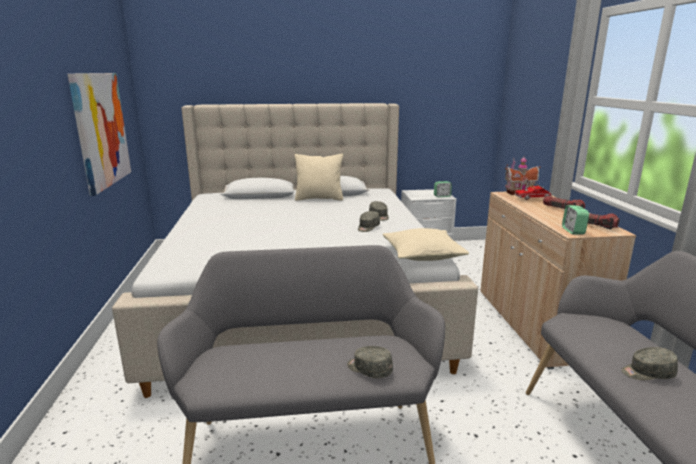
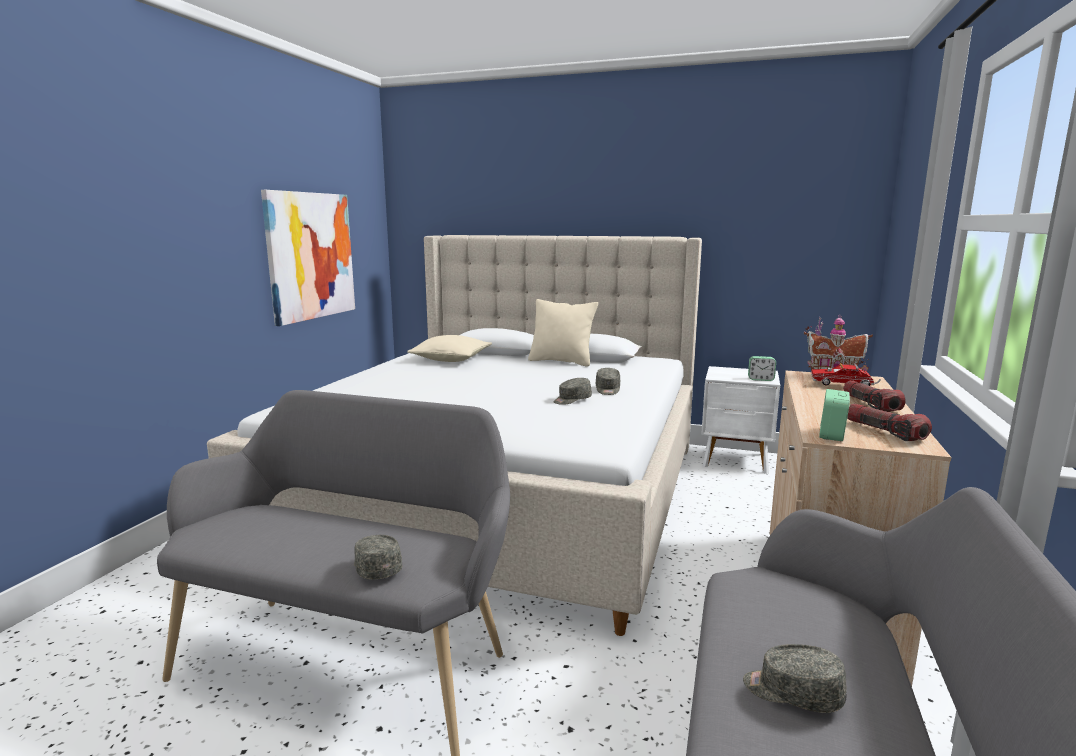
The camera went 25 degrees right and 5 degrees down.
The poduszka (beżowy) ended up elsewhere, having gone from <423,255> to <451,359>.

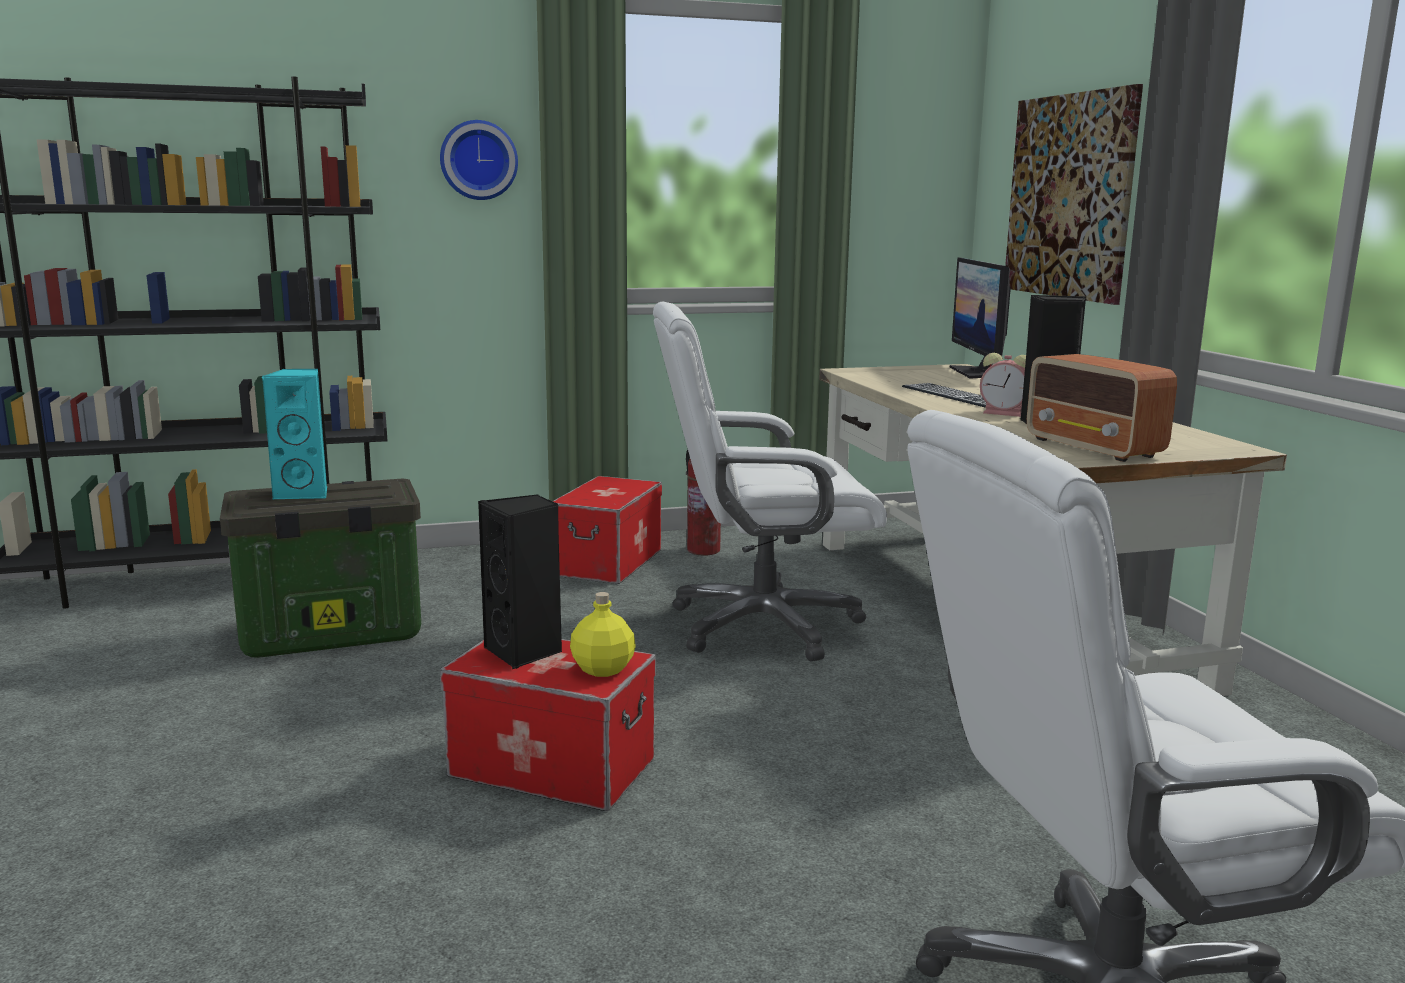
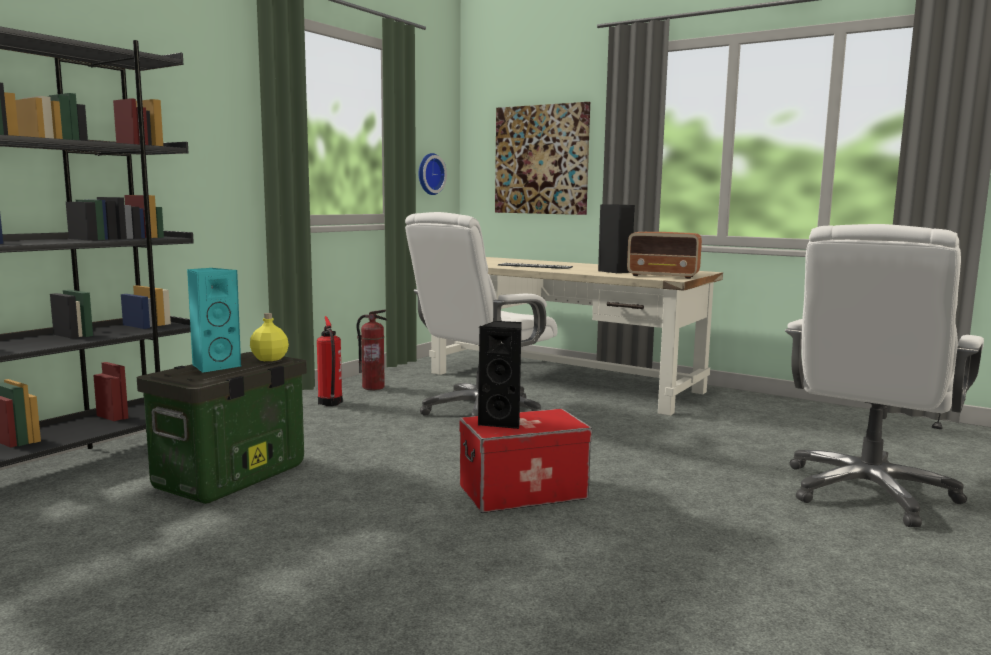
The camera went 40 degrees left and 5 degrees down.
The zegar ścienny ended up elsewhere, having gone from <478,160> to <429,174>.
Where the pojemnik do przechowywania stood at <608,562>, the gaśnica came to stand at <330,403>.
The butelka (żółty) ended up elsewhere, having gone from <604,669> to <270,359>.
The second view lost the monitor at <977,372>.
The second view lost the budzik at <1005,413>.

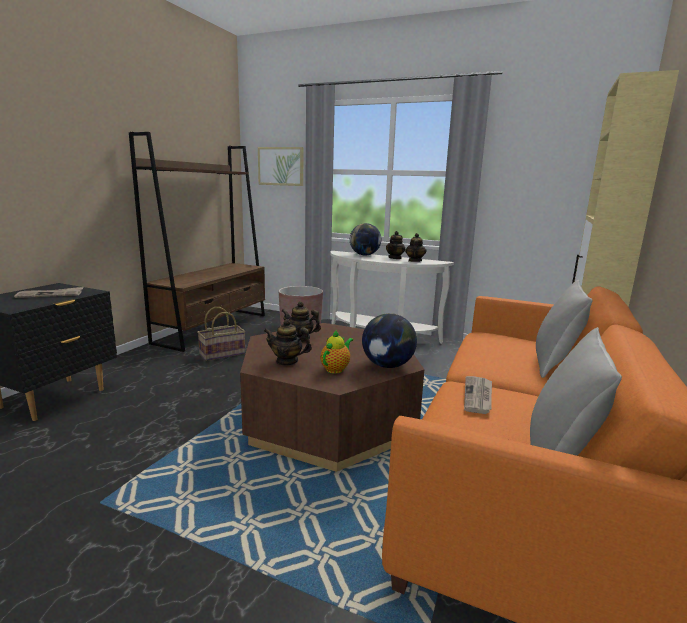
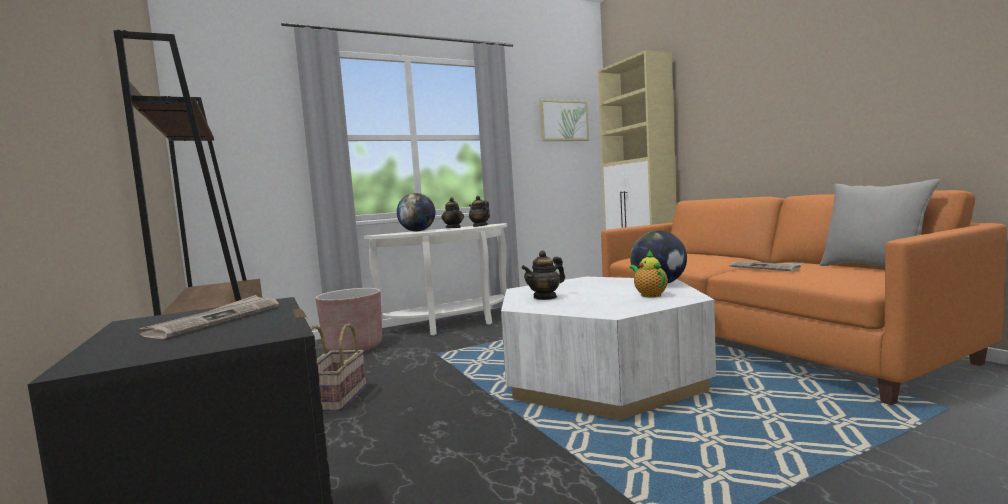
The camera went 50 degrees left and 10 degrees down.
What was the ława (brązowy) at <328,419> turned into the ława (biały) at <602,376>.
The obraz ended up elsewhere, having gone from <281,166> to <563,121>.
The second view lost the imbryk at <287,361>.
The second view lost the poduszka (szary) at <554,364>.

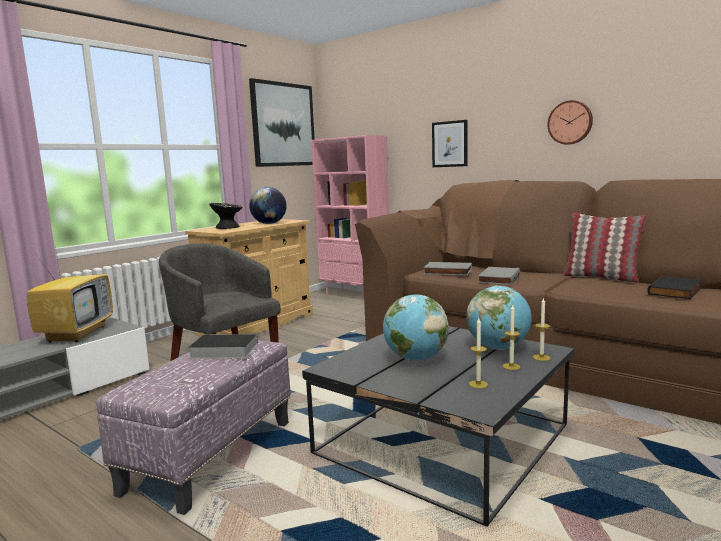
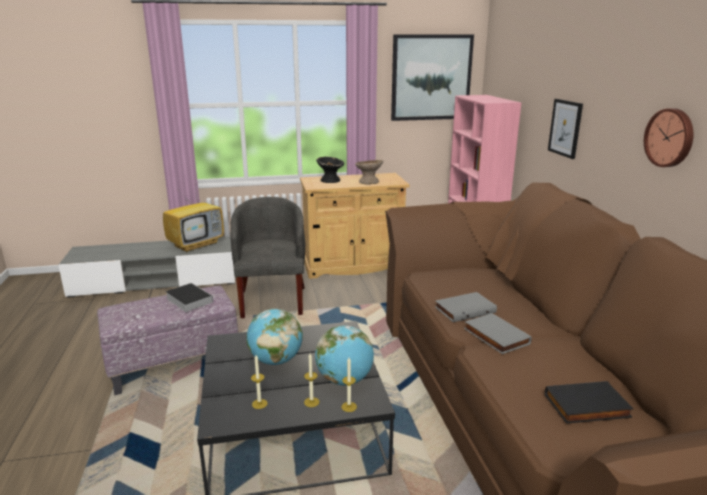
The camera went 40 degrees right and 10 degrees up.
Where the globus stood at <269,223>, the miska (beżowy) came to stand at <369,182>.
The książka (szary) ended up elsewhere, having gone from <447,272> to <495,336>.
The second view lost the poduszka at <601,277>.

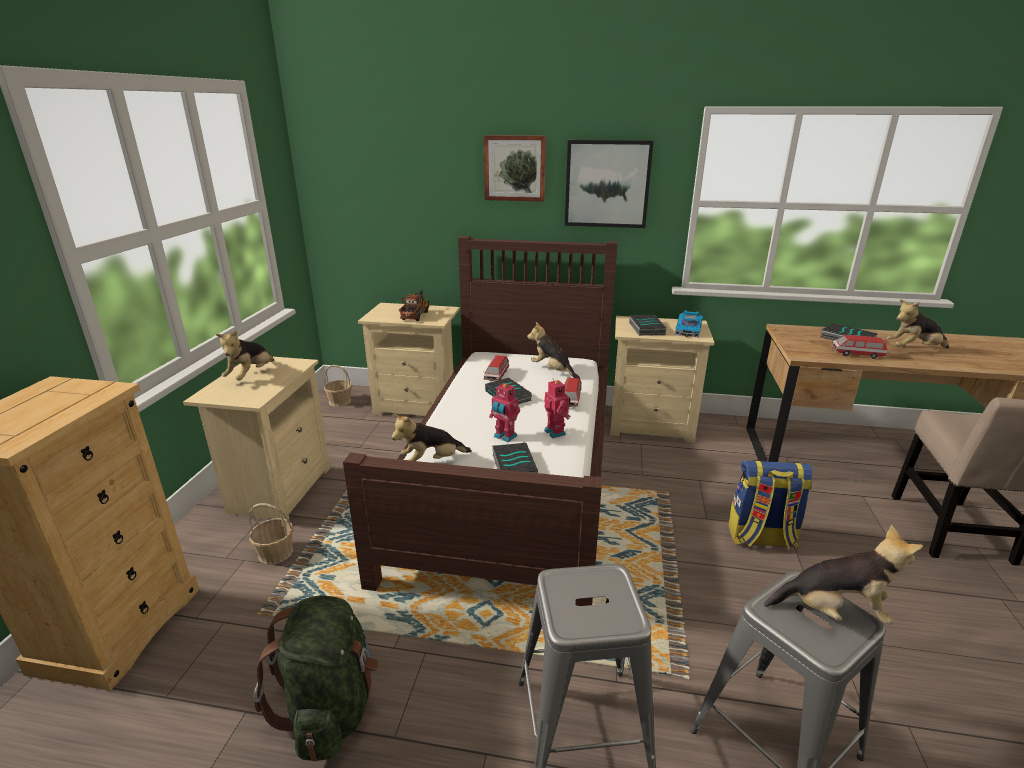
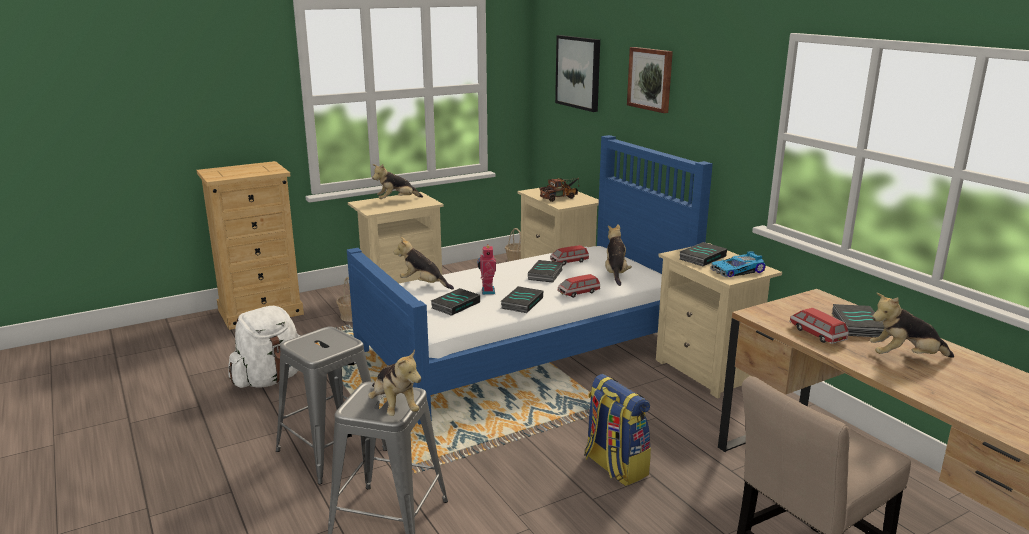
The camera went 50 degrees right and 5 degrees down.
What was the plecak (zielony) at <331,708> turned into the plecak (biały) at <270,379>.
What was the łóżko (brązowy) at <511,477> turned into the łóżko (niebieski) at <528,346>.
Where the robot zabawkowy stood at <556,432>, the książka came to stand at <521,303>.
The obraz ended up elsewhere, having gone from <607,184> to <578,72>.
The pluszak at <914,349> ended up facing another way, 45 degrees counterclockwise from before.

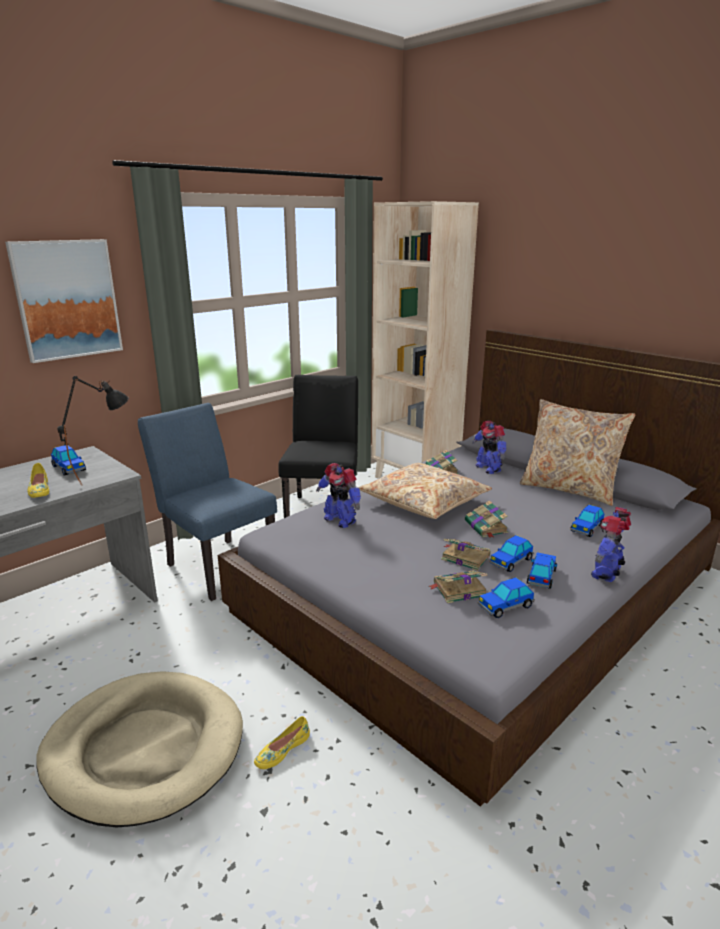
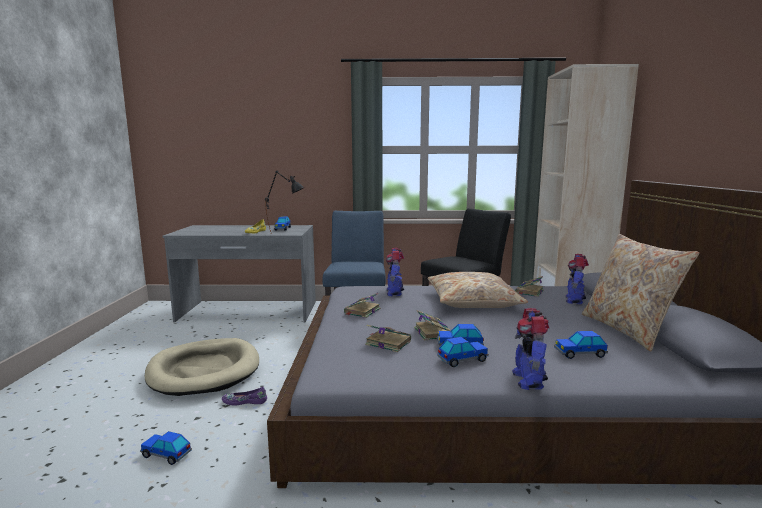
The camera went 45 degrees right and 10 degrees down.
The second view lost the obraz at <67,299>.
What was the but (żółty) at <282,750> turned into the but (fioletowy) at <245,401>.
The książka ended up elsewhere, having gone from <486,527> to <362,311>.
The samochodzik ended up elsewhere, having gone from <505,606> to <166,454>.
The robot zabawkowy at <607,572> ended up facing another way, 75 degrees counterclockwise from before.

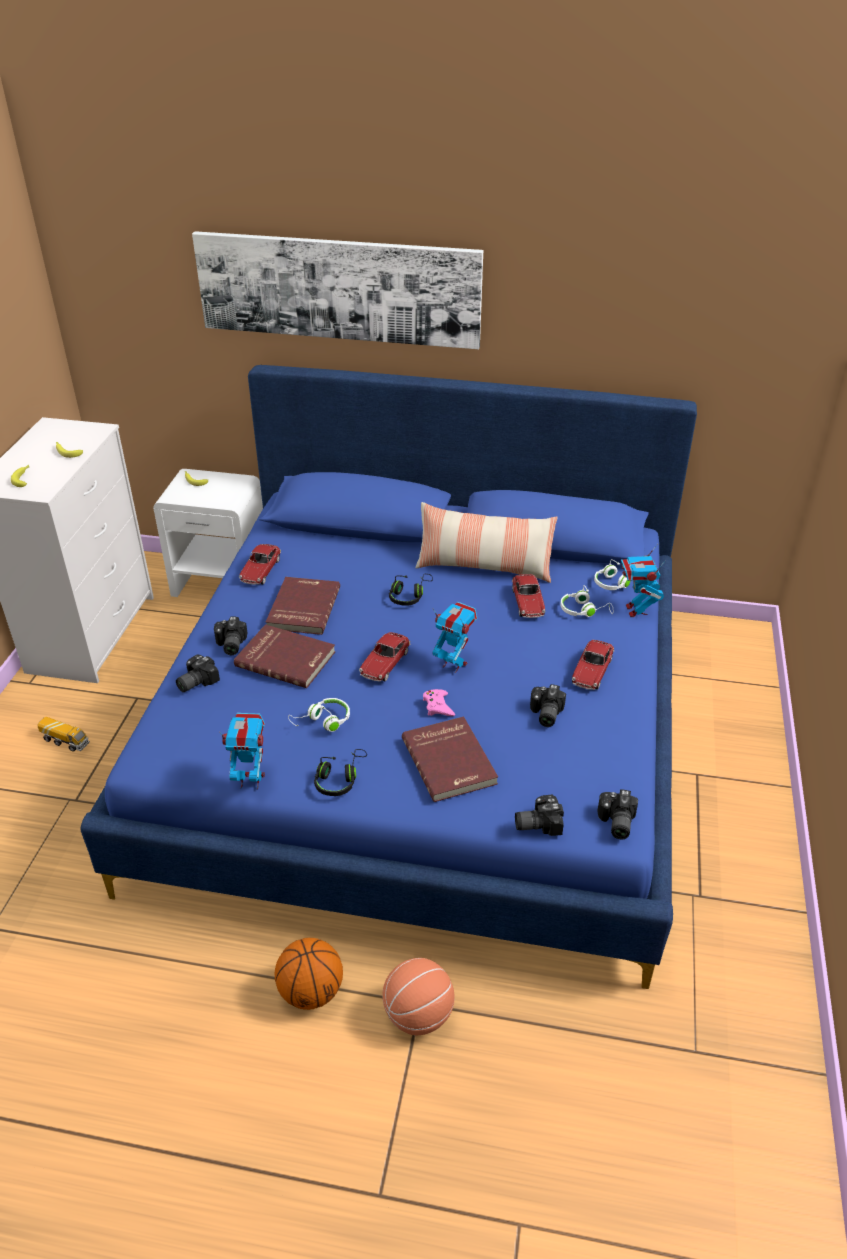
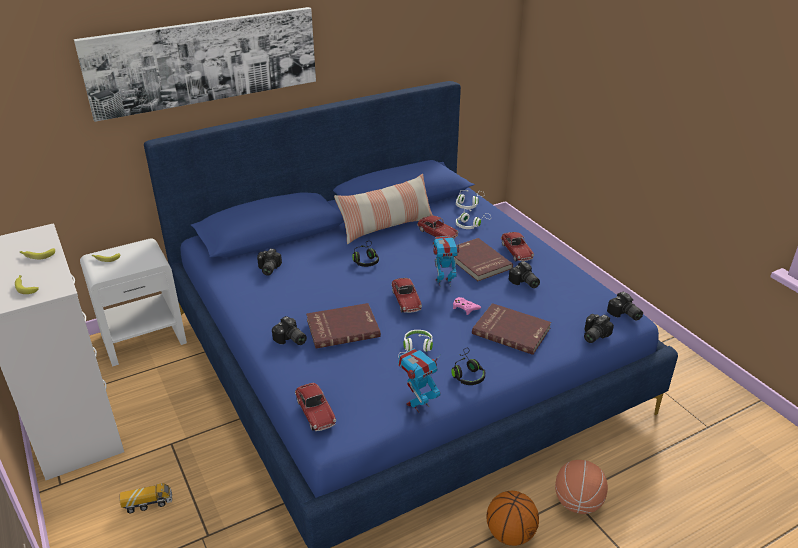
The camera went 40 degrees left and 5 degrees down.
The aparat fotograficzny ended up elsewhere, having gone from <195,681> to <267,269>.
The samochodzik ended up elsewhere, having gone from <261,570> to <315,412>.
The książka (czerwony) ended up elsewhere, having gone from <302,608> to <477,262>.
The second view lost the robot zabawkowy at <636,610>.

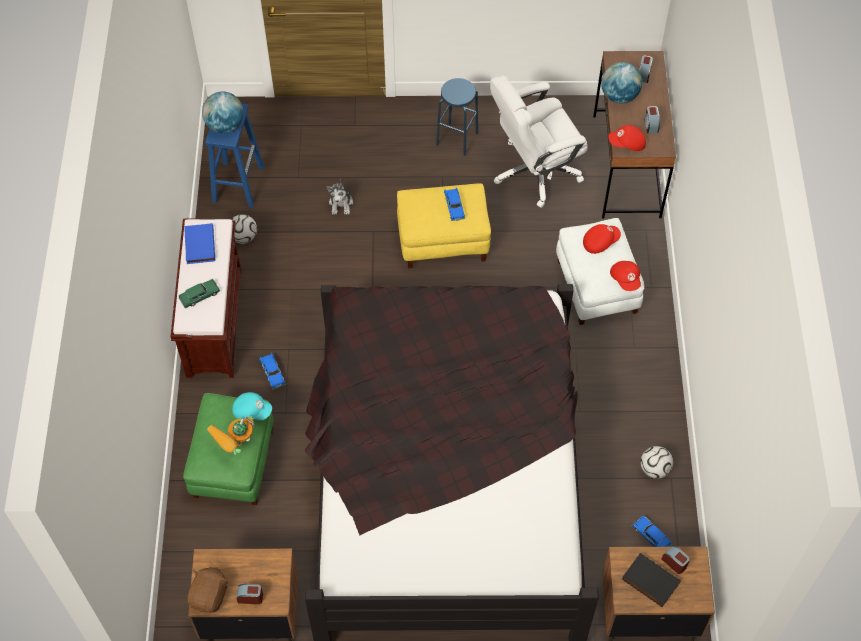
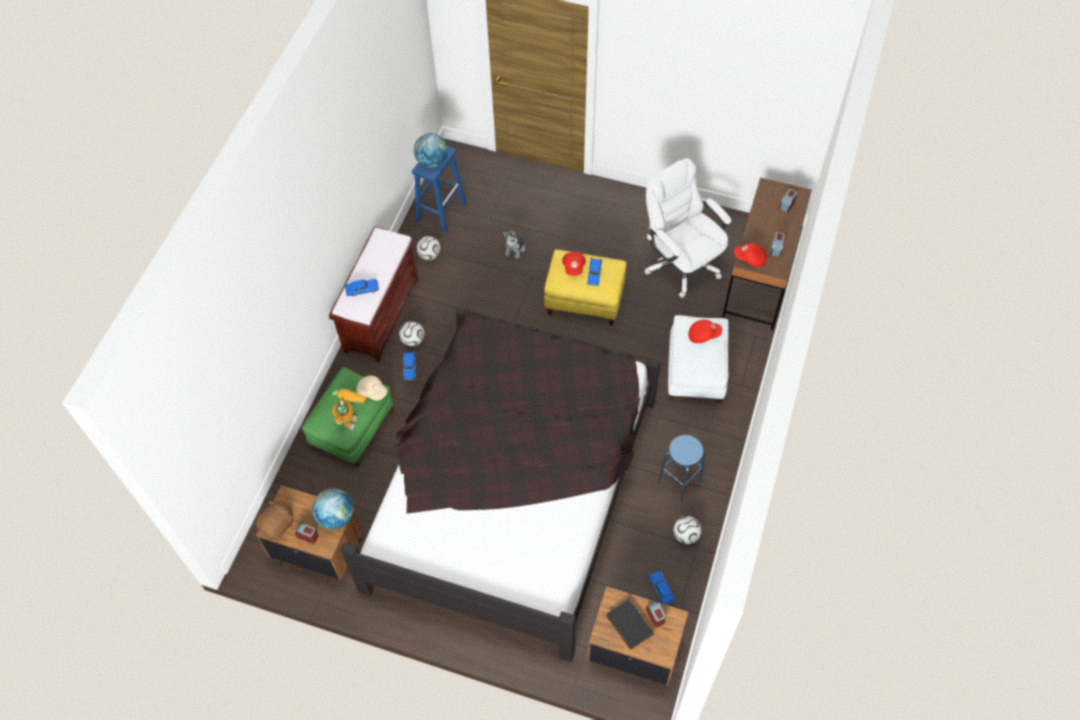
The camera went 20 degrees right and 0 degrees up.
What was the samochodzik (zielony) at <200,296> turned into the samochodzik (niebieski) at <362,290>.
The second view lost the książka (niebieski) at <199,245>.
The robot zabawkowy at <237,447> ended up facing another way, 135 degrees clockwise from before.
What was the czapka z daszkiem (turkusowy) at <252,410> turned into the czapka z daszkiem (beżowy) at <372,391>.
The stołek (niebieski) ended up elsewhere, having gone from <457,139> to <679,482>.
The krzesło biurowe (biały) at <535,171> ended up facing another way, 60 degrees clockwise from before.
The globus ended up elsewhere, having gone from <619,96> to <336,517>.
The czapka z daszkiem (czerwony) ended up elsewhere, having gone from <625,279> to <574,267>.
The second view gained the piłka futbolowa at <413,340>.

